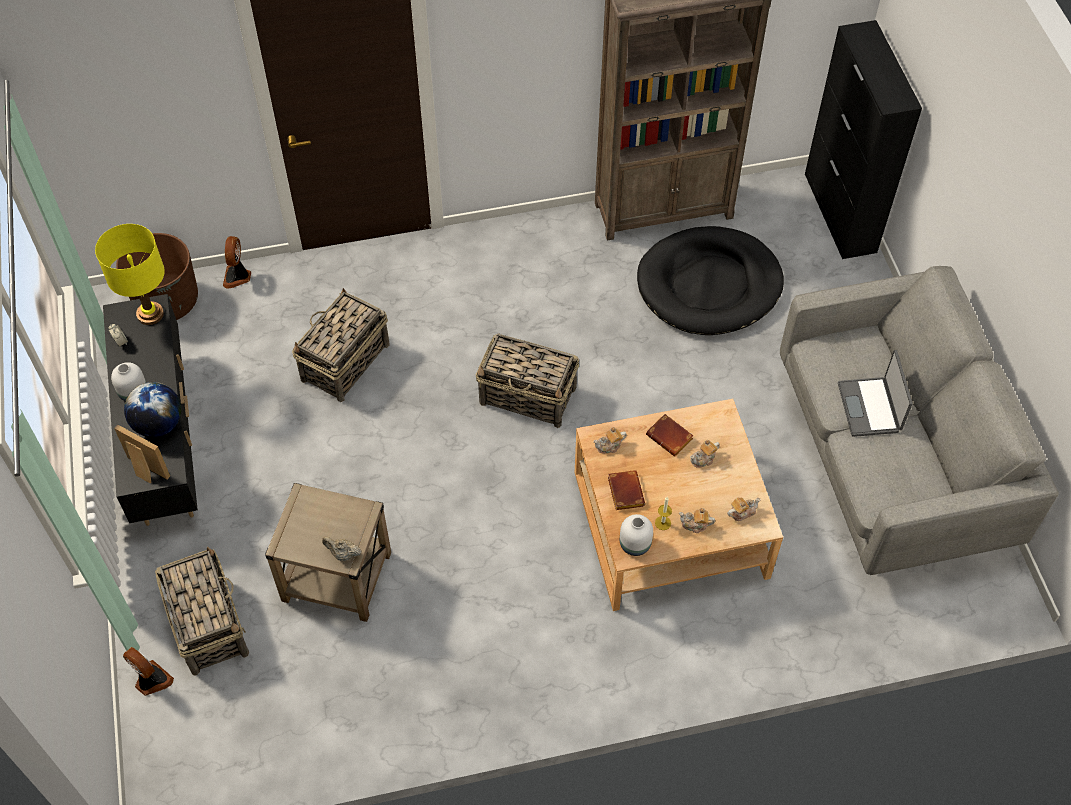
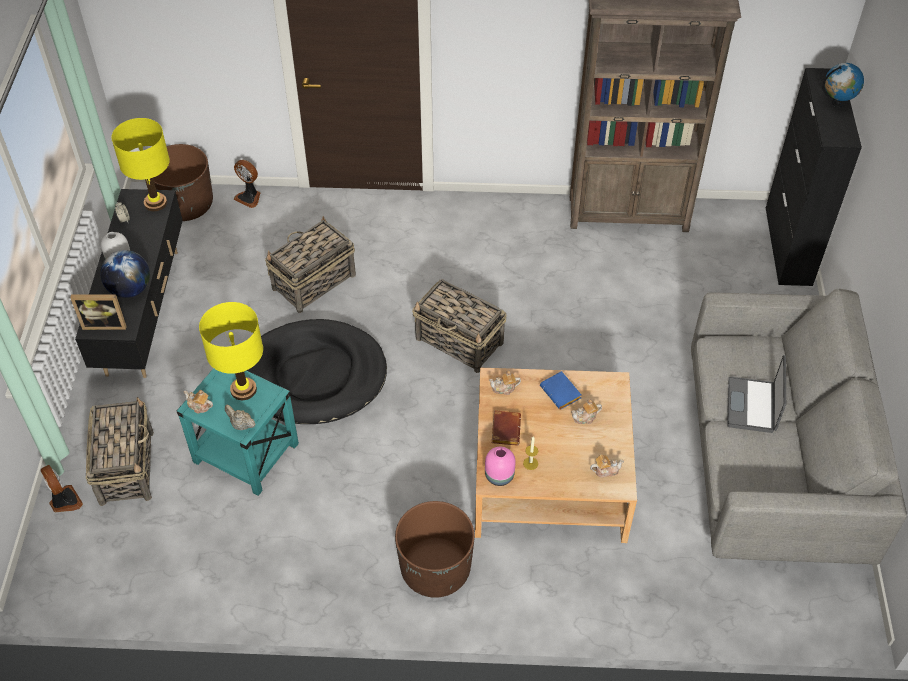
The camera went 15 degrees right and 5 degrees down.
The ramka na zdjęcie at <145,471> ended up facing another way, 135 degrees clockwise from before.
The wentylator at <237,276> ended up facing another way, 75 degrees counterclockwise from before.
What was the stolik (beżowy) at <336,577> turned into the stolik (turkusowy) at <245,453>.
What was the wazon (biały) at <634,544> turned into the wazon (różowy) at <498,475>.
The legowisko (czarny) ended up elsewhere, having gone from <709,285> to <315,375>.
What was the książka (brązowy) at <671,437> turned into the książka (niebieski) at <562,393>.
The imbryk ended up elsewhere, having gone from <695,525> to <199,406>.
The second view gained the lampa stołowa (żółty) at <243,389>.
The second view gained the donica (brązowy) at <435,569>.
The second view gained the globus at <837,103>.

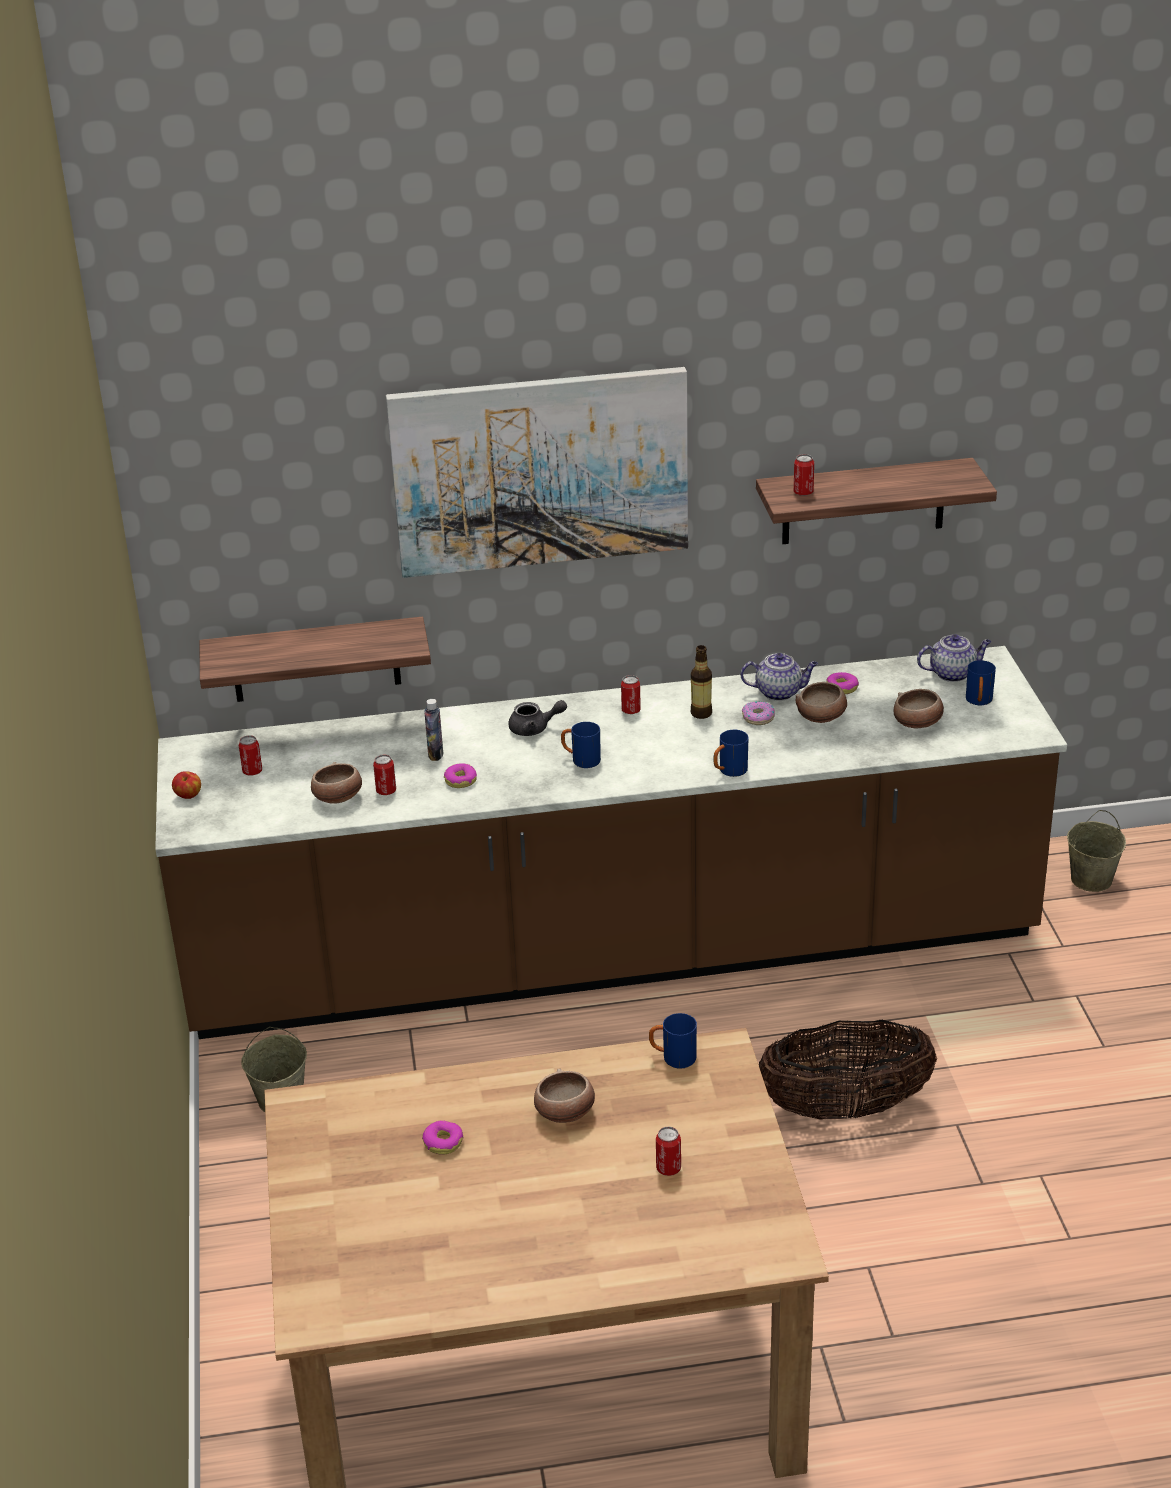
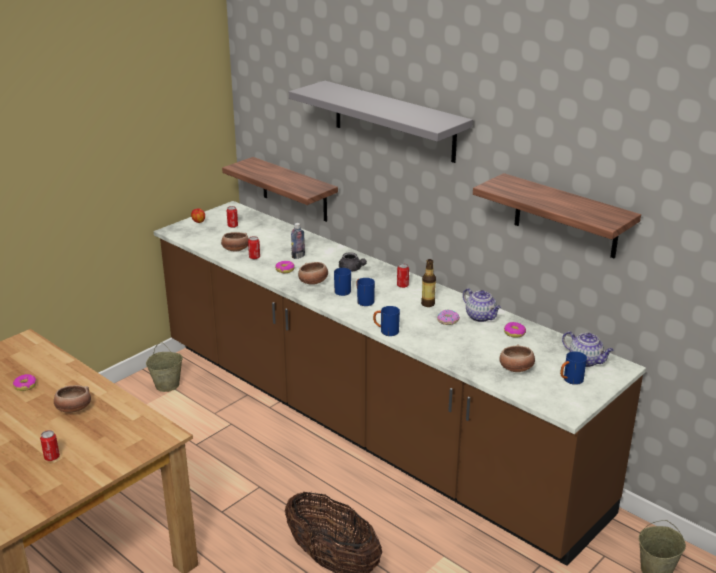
The camera went 50 degrees right and 5 degrees down.
Where the obraz hung at <540,471>, the półka (szary) came to hang at <394,121>.
The kubek (niebieski) ended up elsewhere, having gone from <673,1058> to <363,301>.
The second view lost the puszka at <803,492>.
The miska ended up elsewhere, having gone from <822,717> to <313,282>.

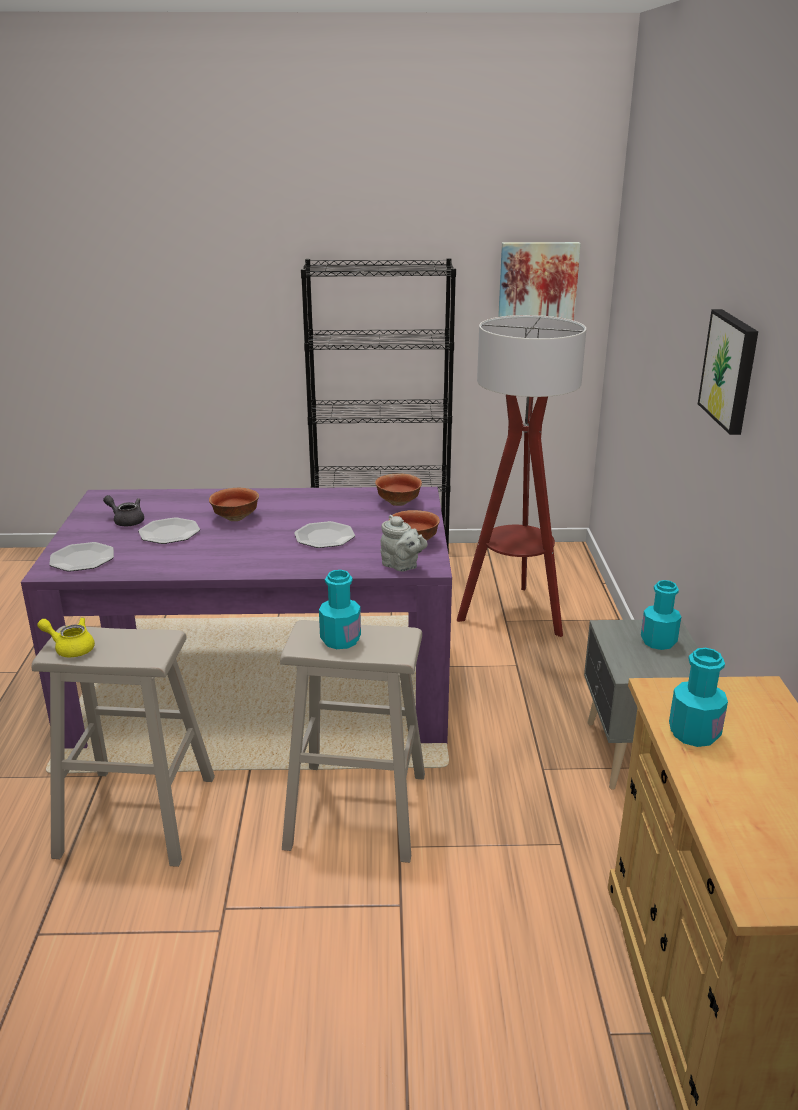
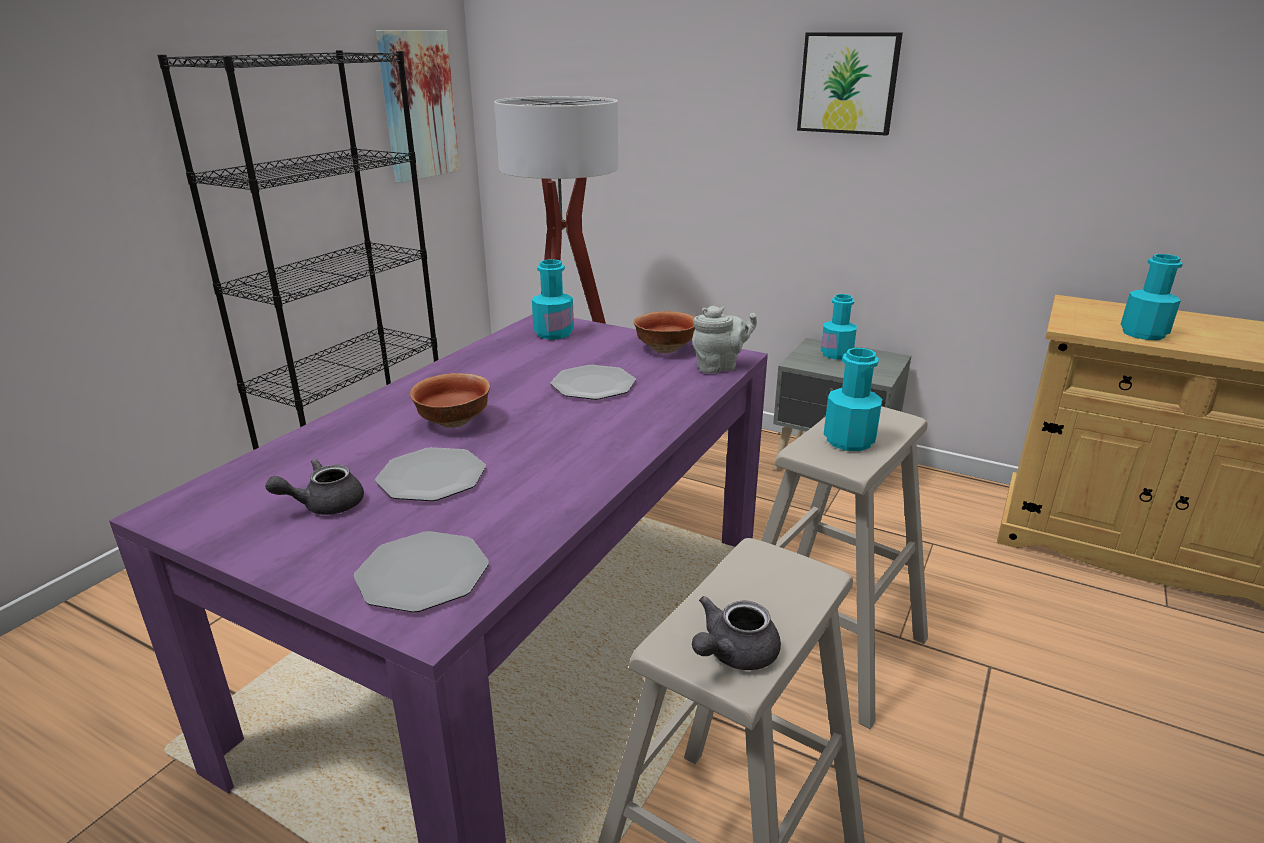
The camera went 60 degrees left and 0 degrees up.
What was the imbryk (żółty) at <71,648> turned into the imbryk (szary) at <733,654>.
Where the miska stood at <399,502>, the butelka (turkusowy) came to stand at <554,333>.

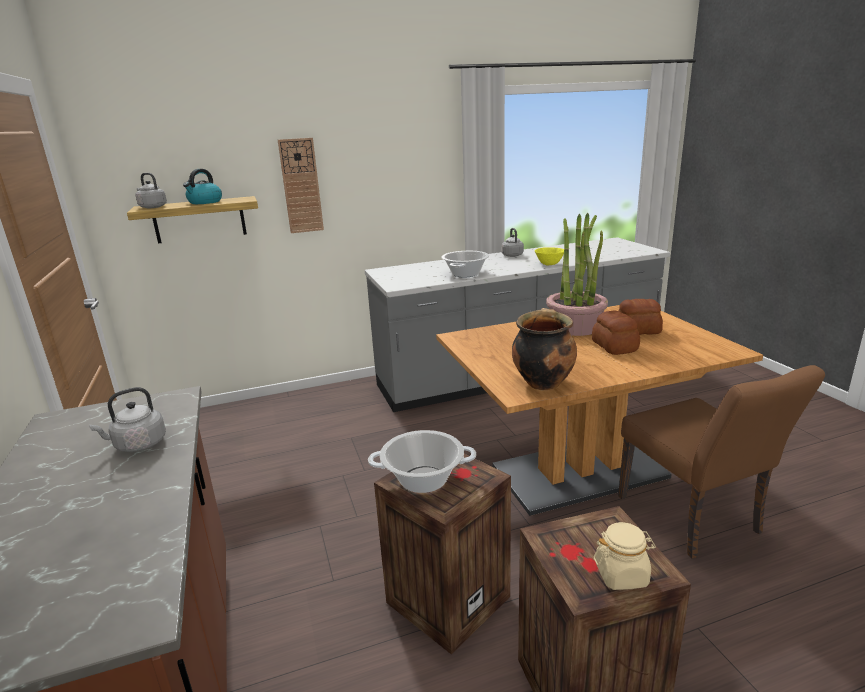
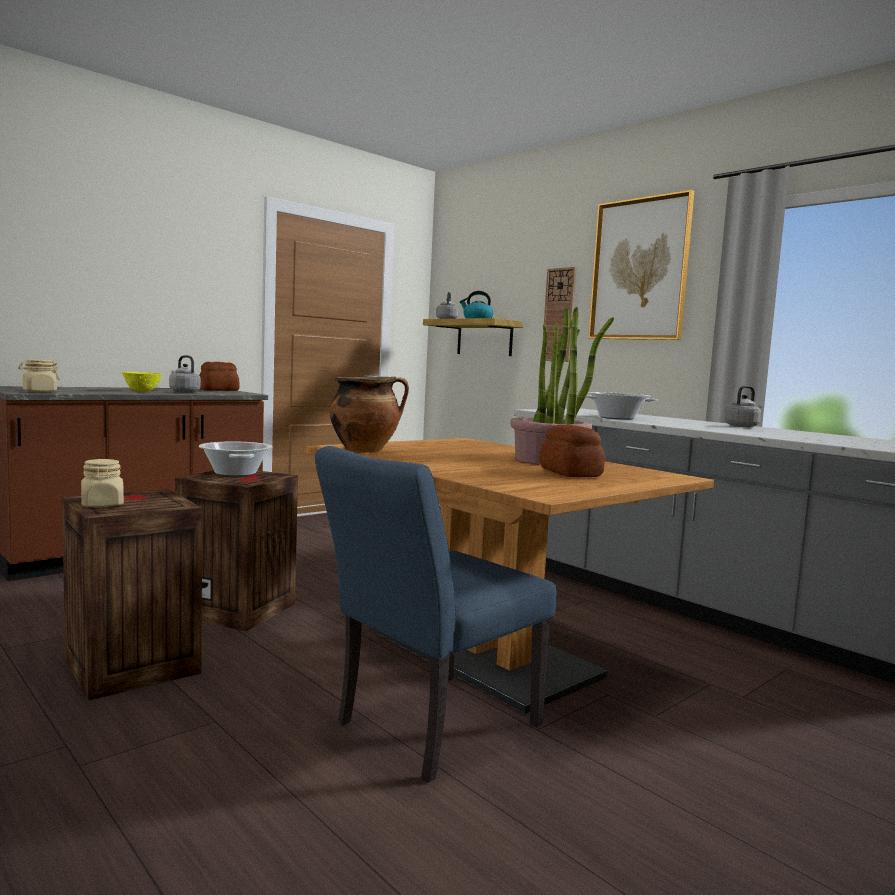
The camera went 65 degrees right and 15 degrees down.
The miska (żółty) ended up elsewhere, having gone from <549,264> to <142,391>.
The chleb ended up elsewhere, having gone from <614,347> to <218,390>.
What was the krzesło (brązowy) at <695,520> turned into the krzesło (niebieski) at <427,728>.
The second view gained the słoik (beżowy) at <39,391>.
The second view gained the obraz at <639,269>.

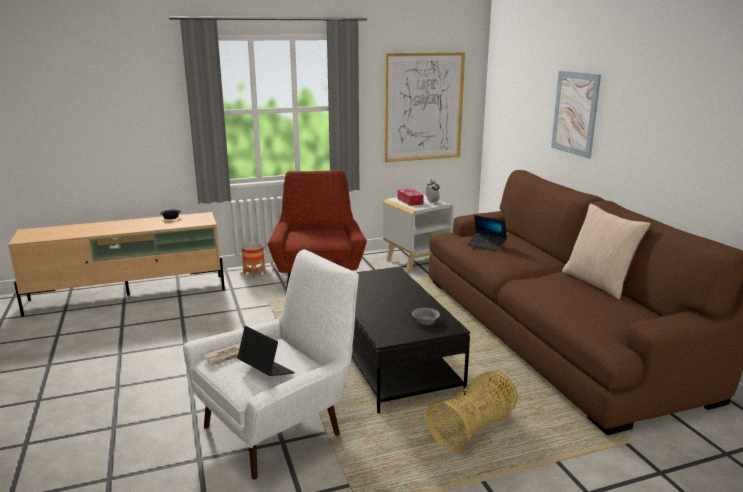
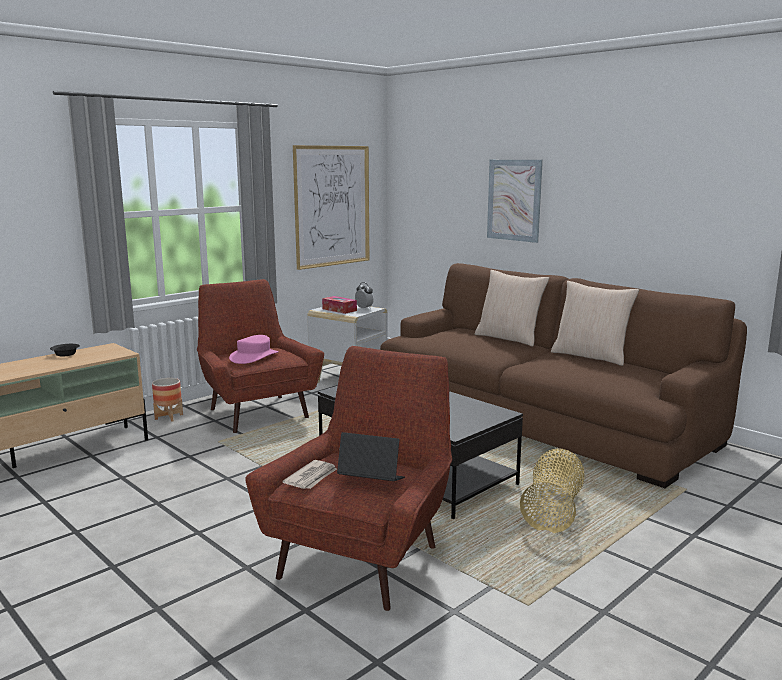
The camera went 25 degrees left and 5 degrees down.
What was the fotel (biały) at <279,427> turned into the fotel (czerwony) at <364,556>.
The second view lost the miska (szary) at <424,321>.
The second view lost the laptop at <486,245>.
The second view gained the kapelusz (różowy) at <254,357>.
The second view gained the poduszka (beżowy) at <509,338>.

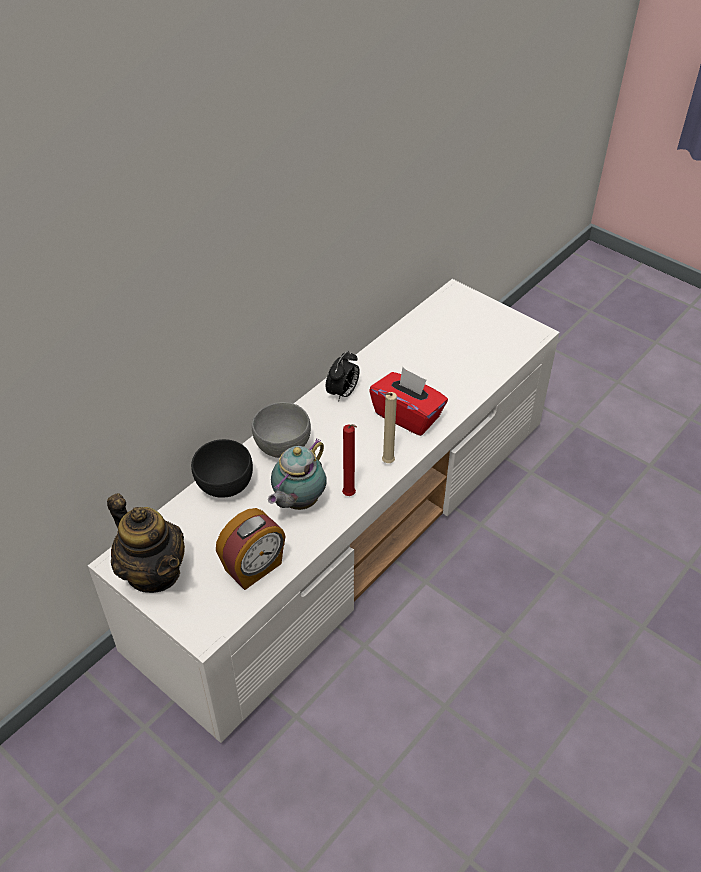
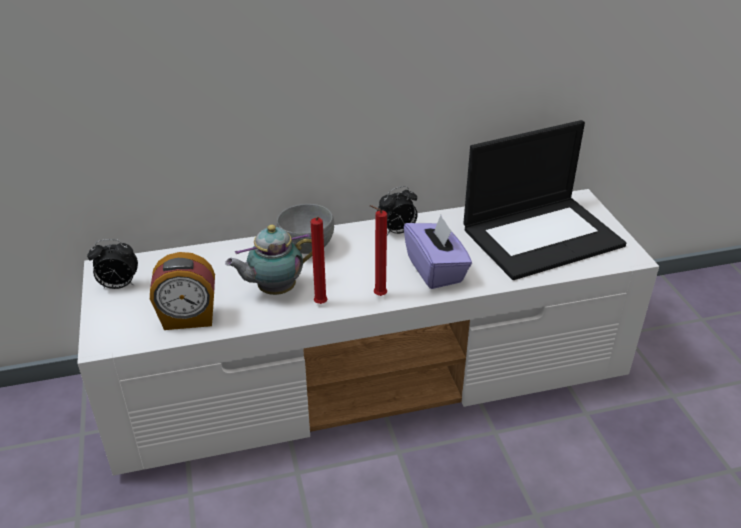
The camera went 35 degrees right and 10 degrees down.
Where the imbryk stood at <154,572>, the budzik came to stand at <118,286>.
The second view lost the miska (czarny) at <225,484>.
What was the pudełko chusteczek (czerwony) at <407,415> turned into the pudełko chusteczek (fioletowy) at <435,270>.
What was the świeca (beżowy) at <386,463> turned into the świeca (czerwony) at <378,296>.
The second view gained the laptop at <542,236>.

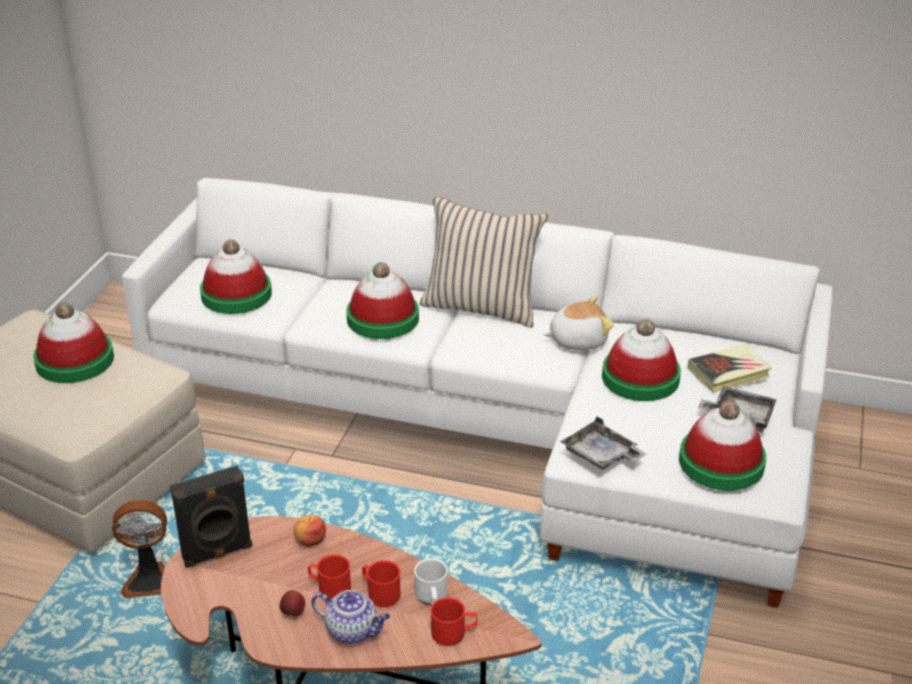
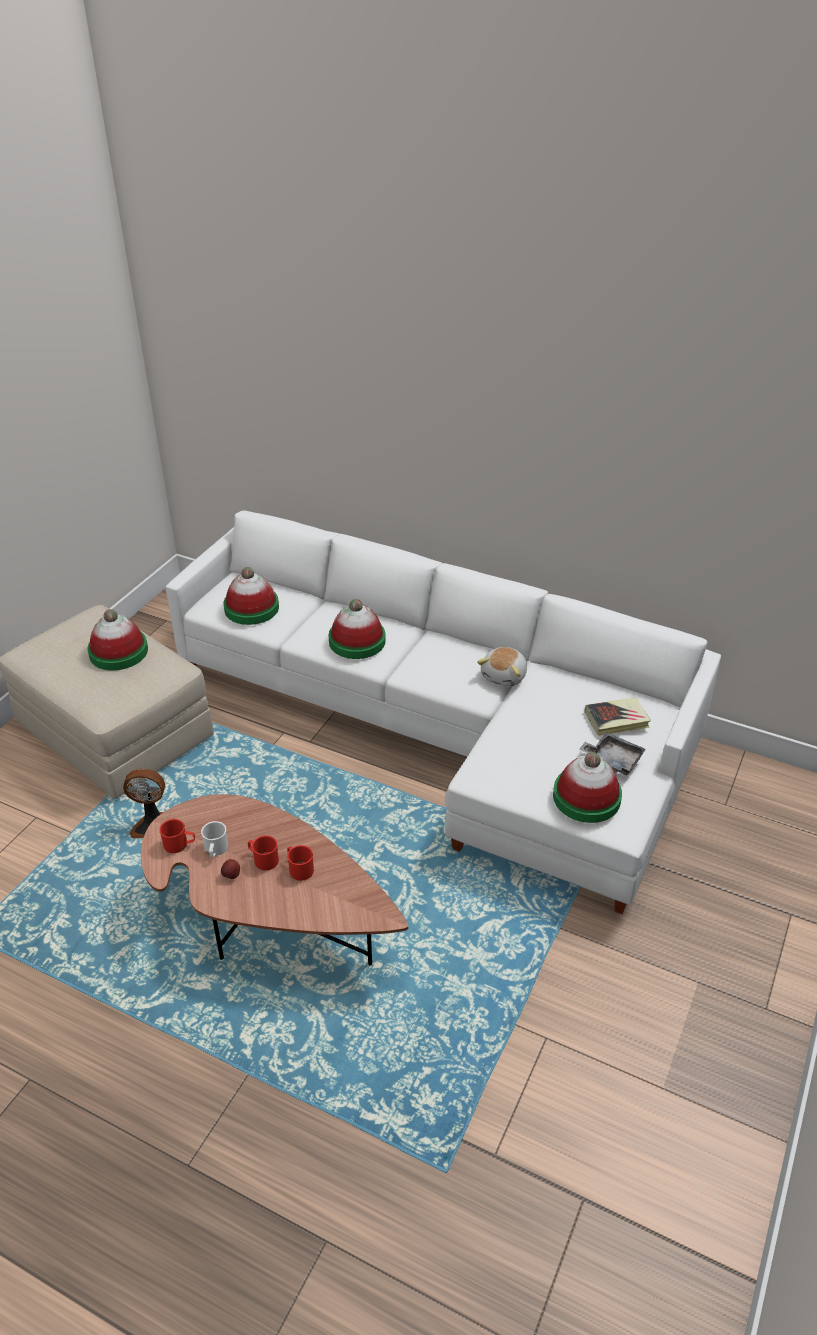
The camera went 10 degrees right and 5 degrees up.
The second view lost the głośnik (czarny) at <217,554>.
The second view lost the jabłko at <310,540>.
The second view lost the imbryk at <353,631>.
The kubek (biały) ended up elsewhere, having gone from <432,598> to <215,850>.
The second view lost the poduszka (beżowy) at <481,307>.
The kubek (czerwony) ended up elsewhere, having gone from <453,633> to <179,844>.
The pluszak at <577,340> ended up facing another way, 120 degrees clockwise from before.
The second view lost the taca (szary) at <601,455>.
The second view lost the kapelusz at <640,377>.

